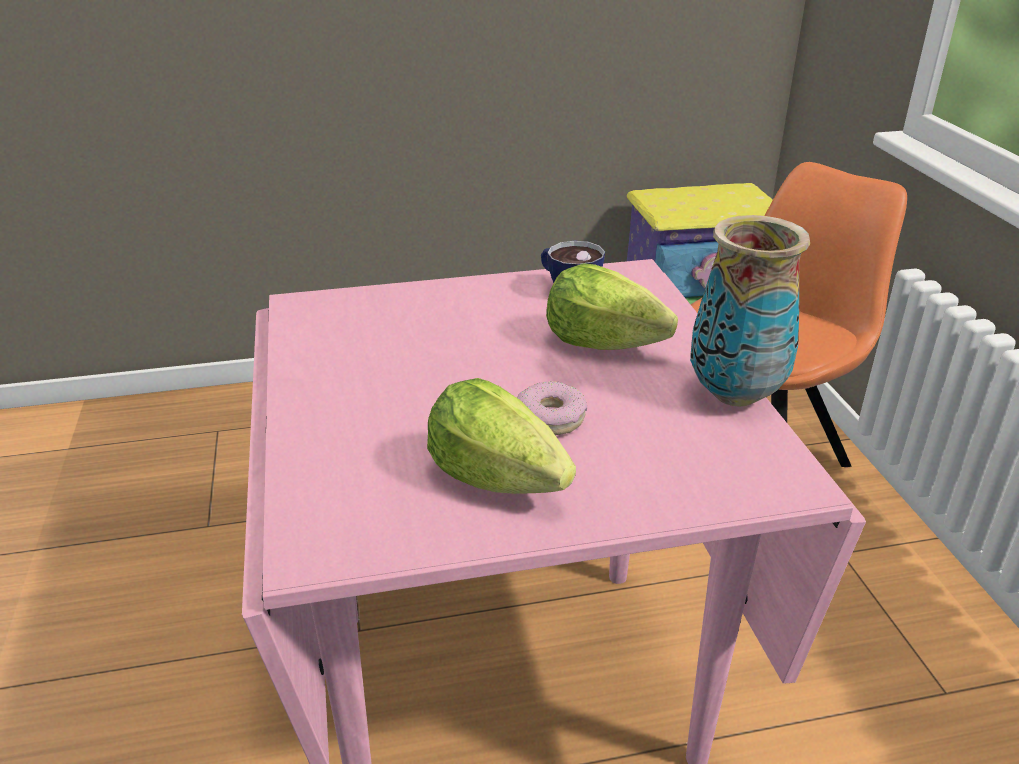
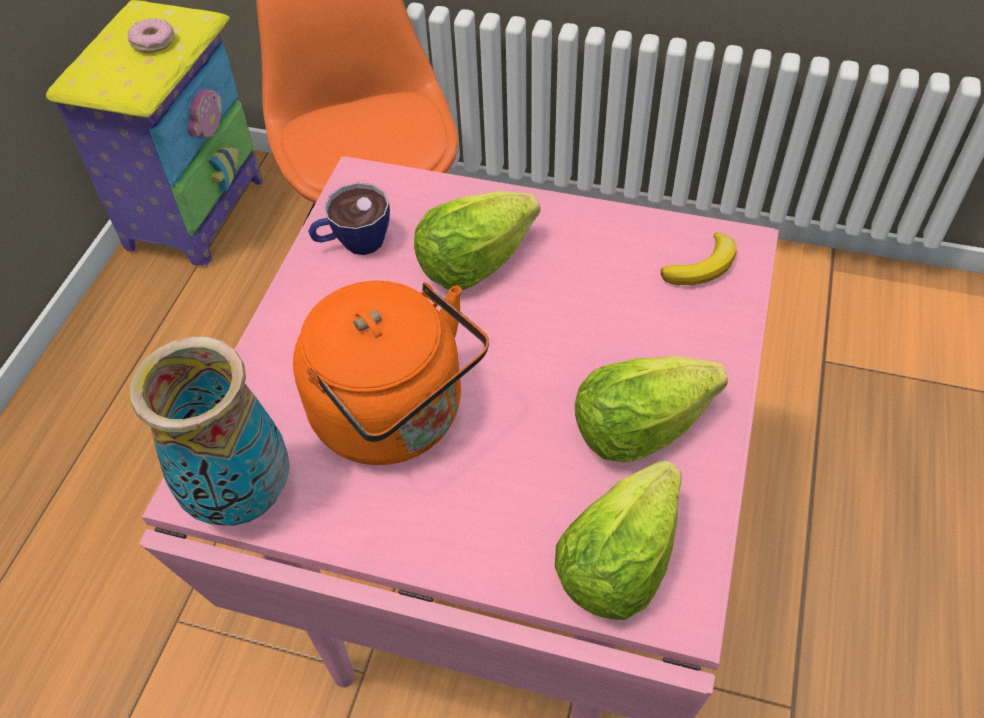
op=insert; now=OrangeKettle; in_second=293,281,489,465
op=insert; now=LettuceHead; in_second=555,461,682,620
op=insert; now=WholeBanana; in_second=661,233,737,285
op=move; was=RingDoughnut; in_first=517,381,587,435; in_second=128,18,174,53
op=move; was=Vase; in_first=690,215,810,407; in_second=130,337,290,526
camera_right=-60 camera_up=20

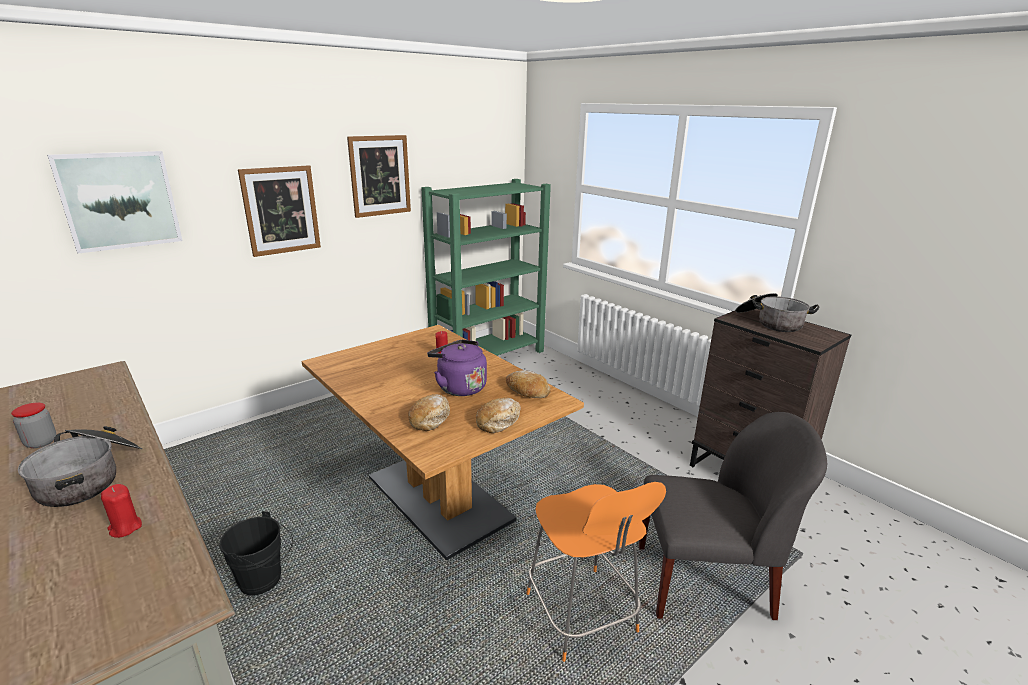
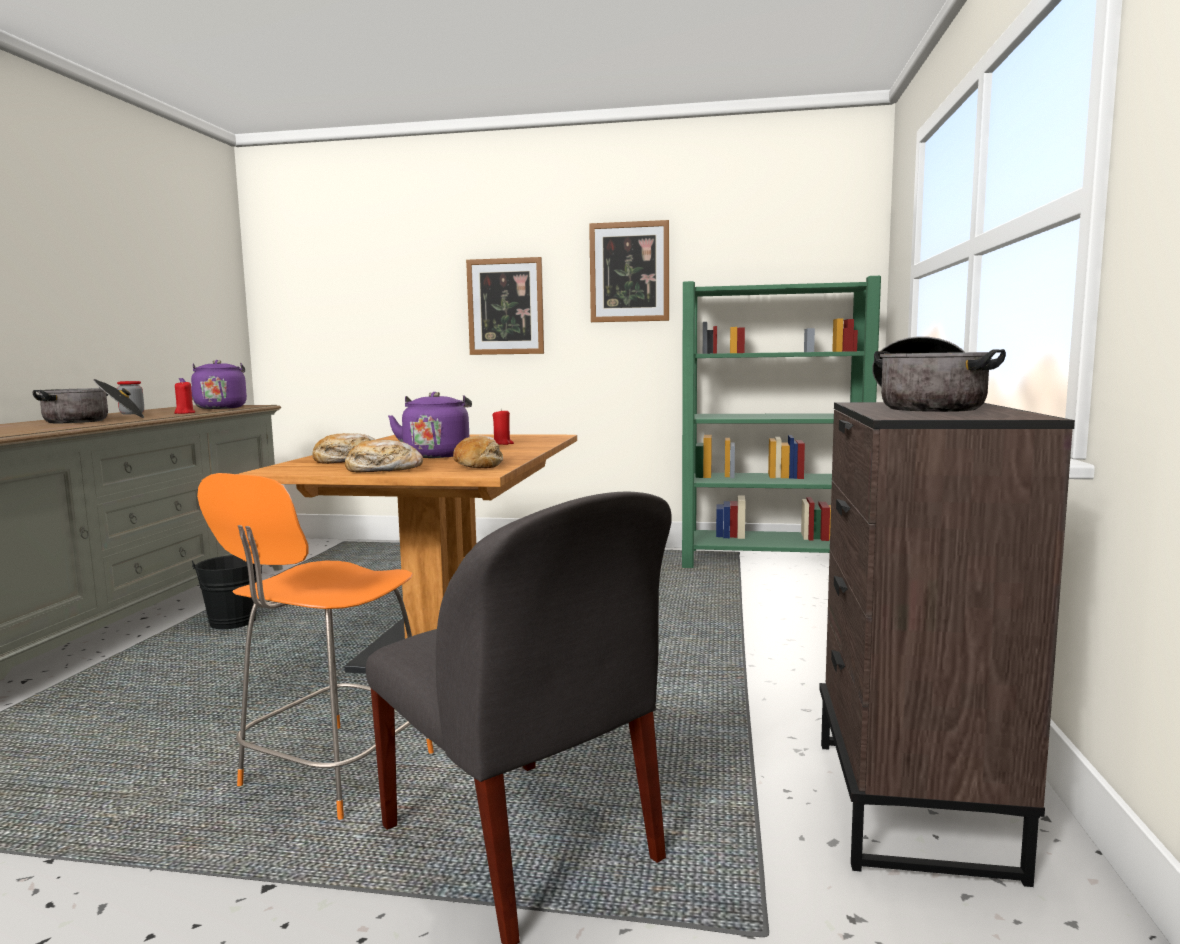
op=delete; was=WallPicture; in_first=47,151,183,254
op=insert; now=PurplishKettle; in_second=179,360,247,409
op=move; was=RedColouredWaxLight; in_first=101,484,142,538; in_second=174,382,195,414
camera_right=50 camera_up=-15

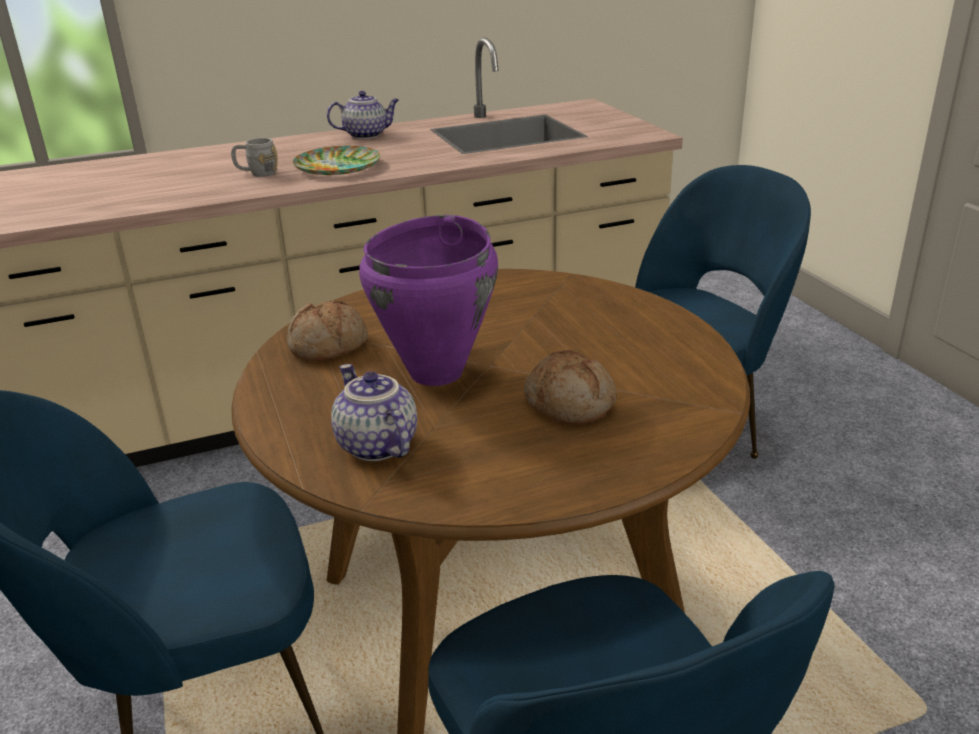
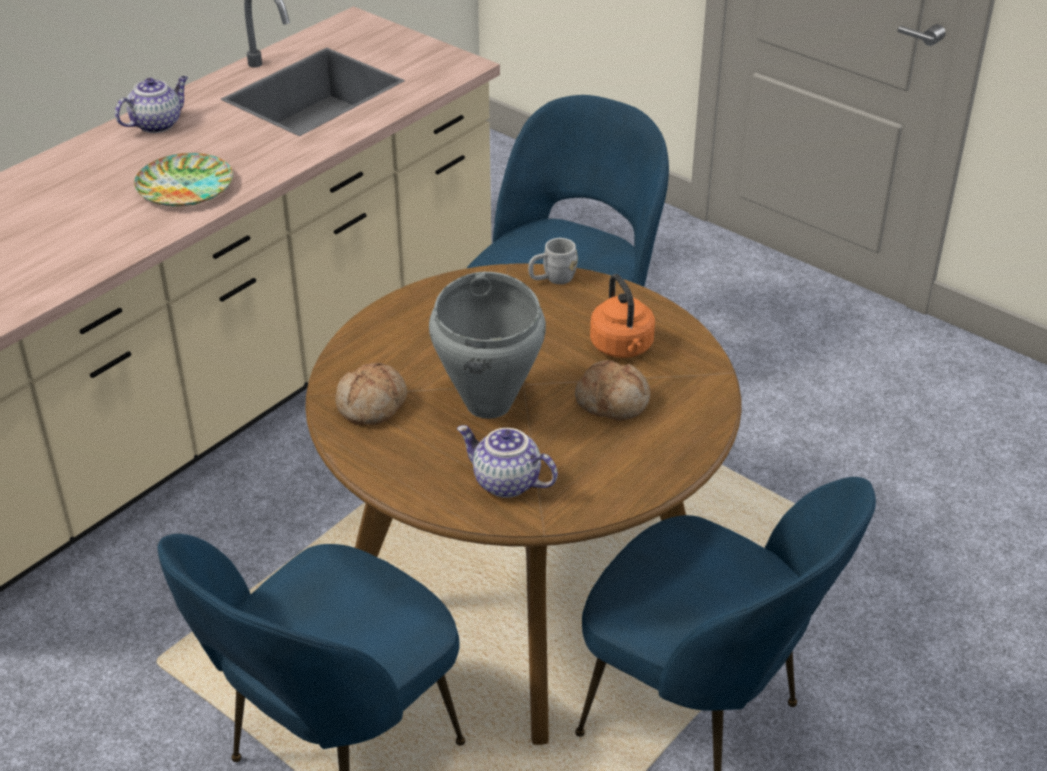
op=insert; now=OrangeKettle; in_second=590,274,655,358
op=move; was=GrayCoffeeMug; in_first=231,138,278,177; in_second=528,238,578,284
op=recolor; was=PurplishStockpot; now=GrayStockpot; in_first=359,215,498,386; in_second=429,272,546,419
camera_right=-30 camera_up=10

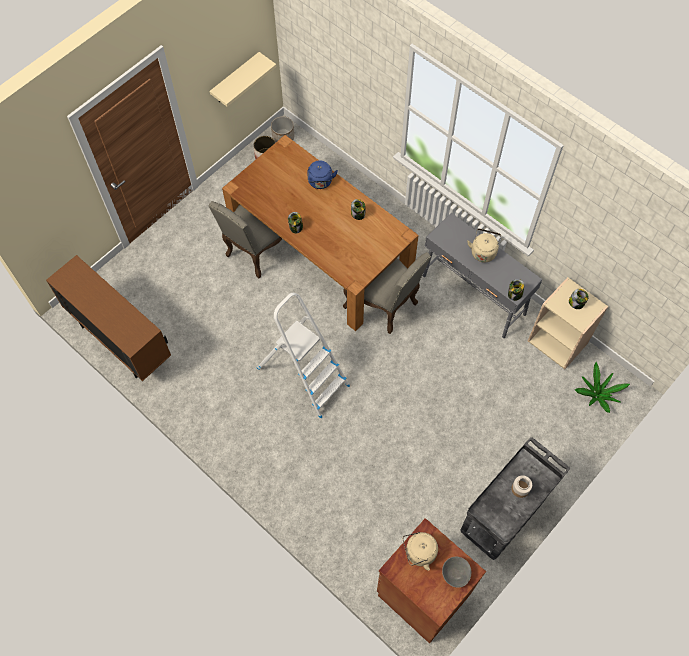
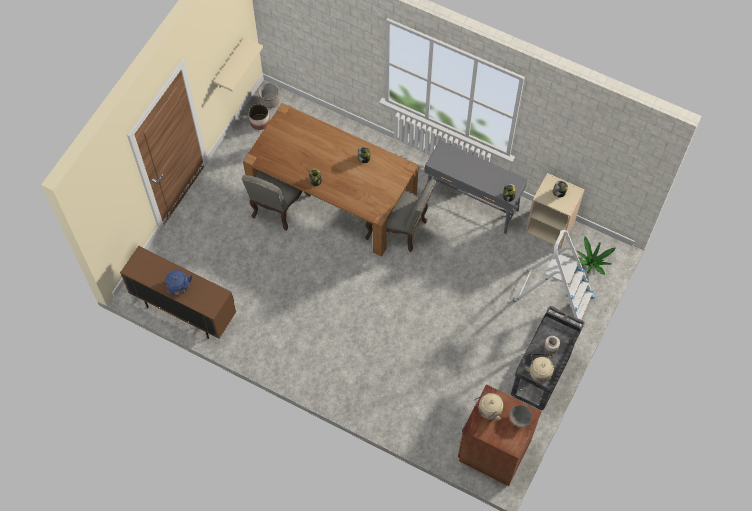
op=move; was=WhitishStepLadder; in_first=257,293,350,418; in_second=513,230,595,327
op=move; was=BlueColouredKettle; in_first=307,160,338,189; in_second=165,270,192,295
op=move; was=SandColouredKettle; in_first=467,229,501,263; in_second=525,354,554,382
camera_right=-15 camera_up=0

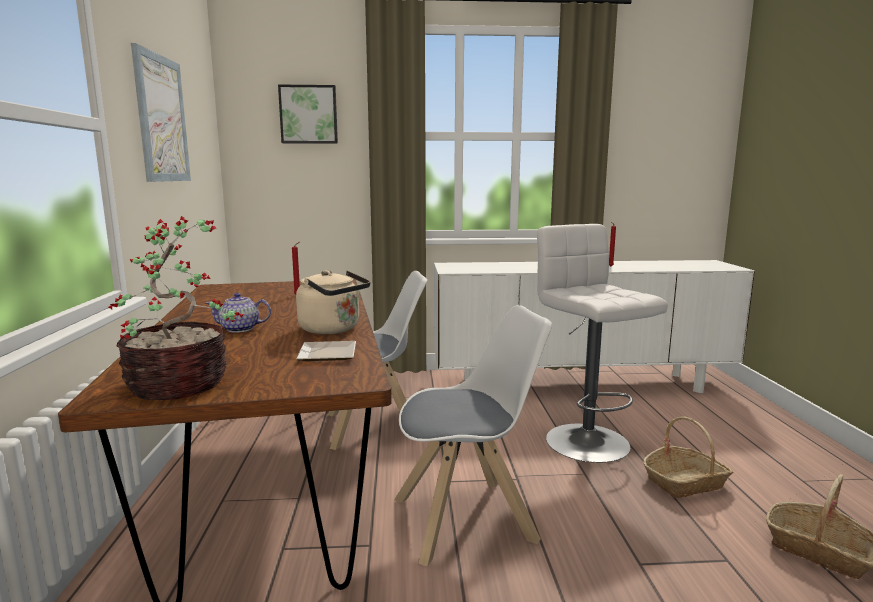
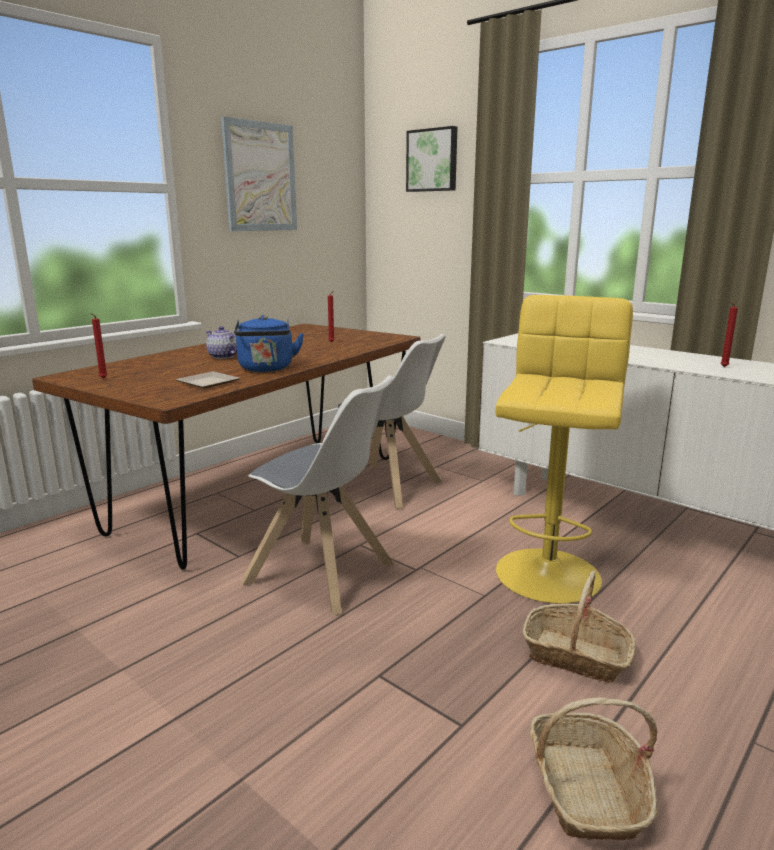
op=replace; was=PlantInAPot; now=RedColouredWaxLight; in_first=108,216,244,400; in_second=90,313,108,378
op=recolor; was=SandColouredKettle; now=BlueColouredKettle; in_first=296,270,370,334; in_second=234,315,304,372
op=recolor; was=WhitishSittingStool; now=YellowColouredSittingStool; in_first=537,224,668,463; in_second=495,295,633,604
camera_right=45 camera_up=5

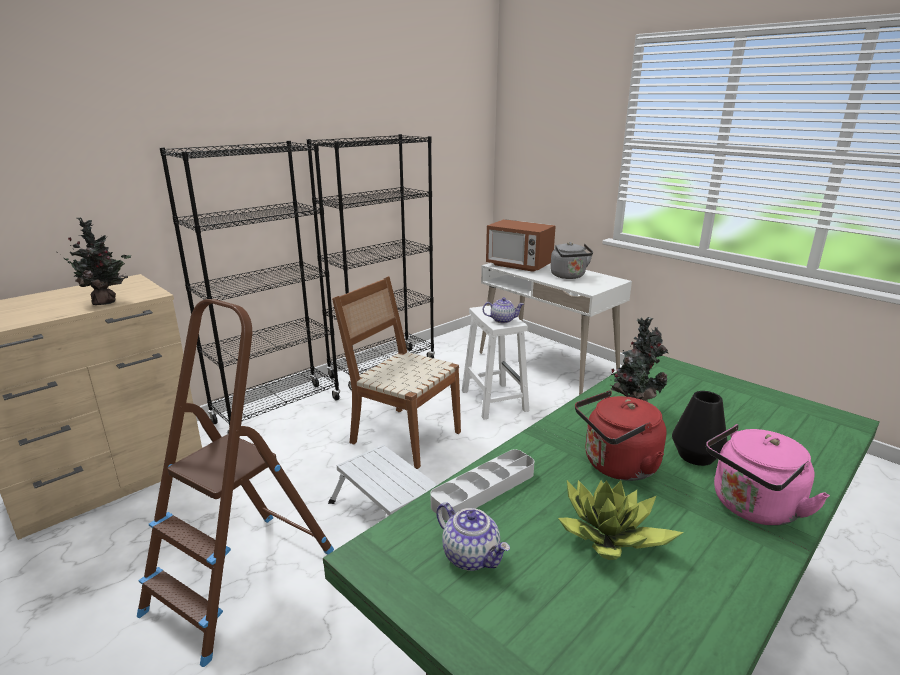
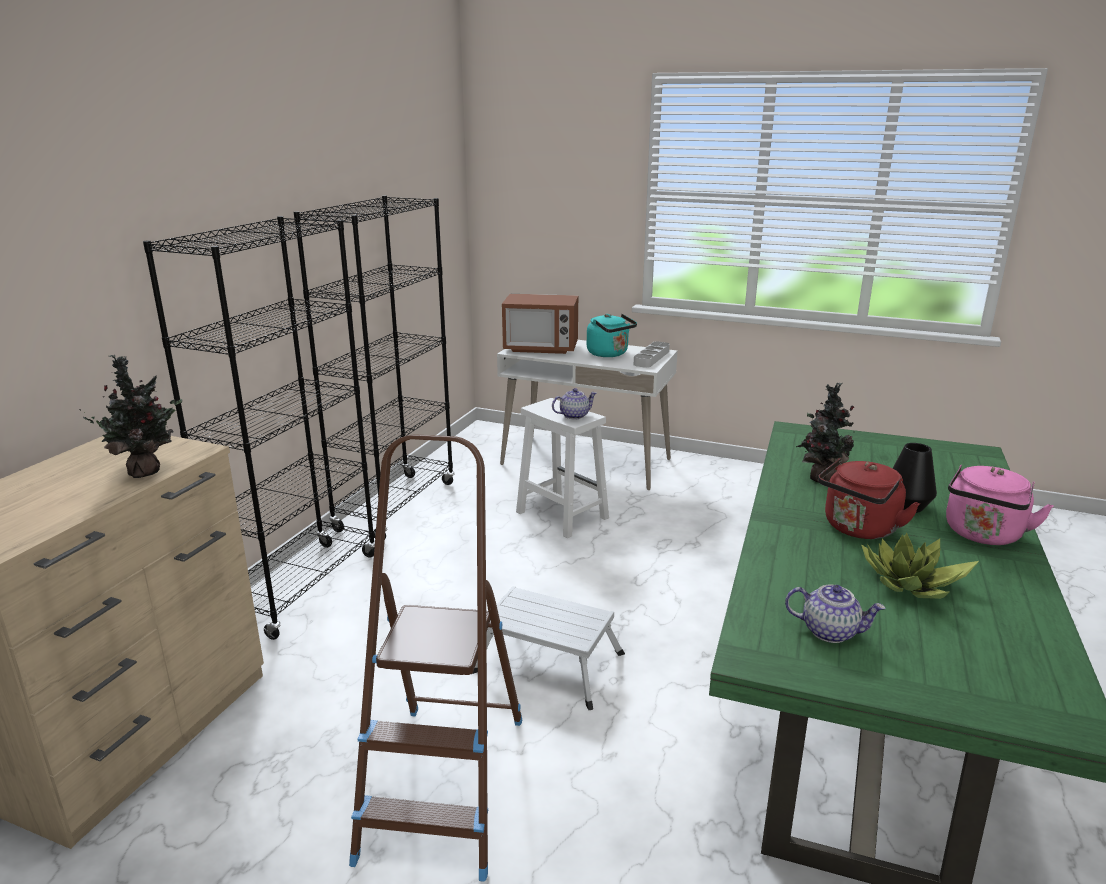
op=delete; was=PlainChair; in_first=332,276,461,469
op=move; was=GrayTray; in_first=430,450,534,521; in_second=634,341,670,368
op=recolor; was=GrayKettle; now=TurquoiseColouredKettle; in_first=550,242,593,279; in_second=587,314,637,357
camera_right=-25 camera_up=0

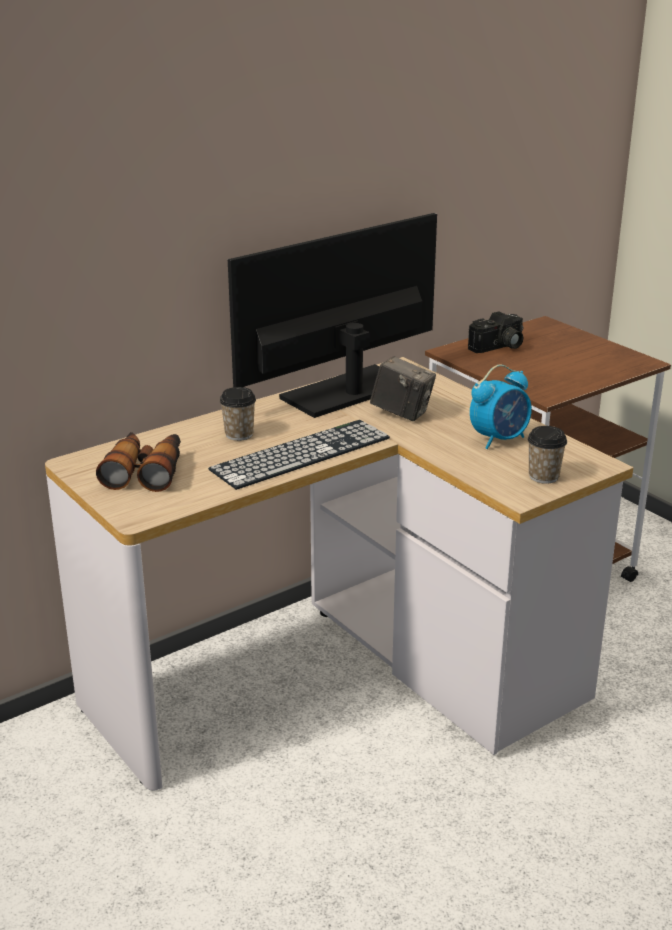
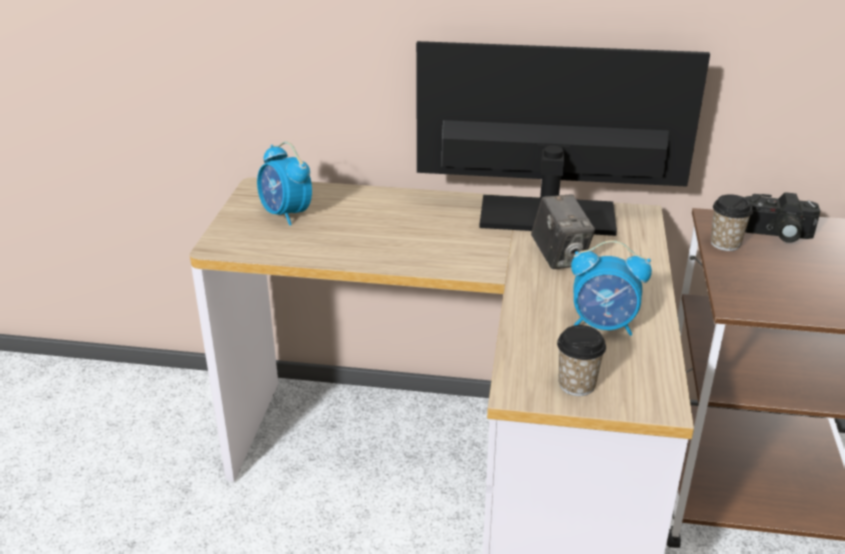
op=delete; was=ComputerKeyboard; in_first=208,420,390,490
op=move; was=SmallCup; in_first=220,387,256,441; in_second=711,194,753,251
op=replace; was=PairOfBinoculars; now=TableClock; in_first=96,432,181,492; in_second=257,142,312,226
camera_right=45 camera_up=5

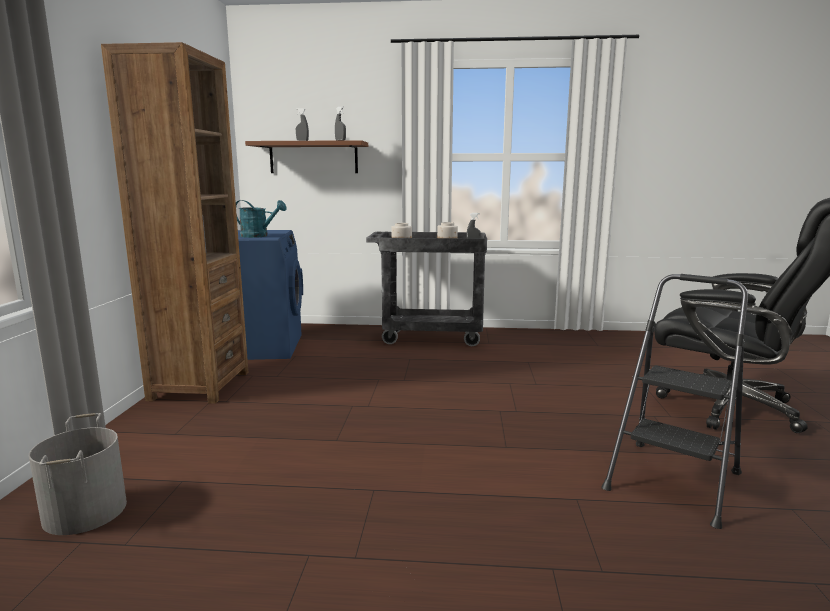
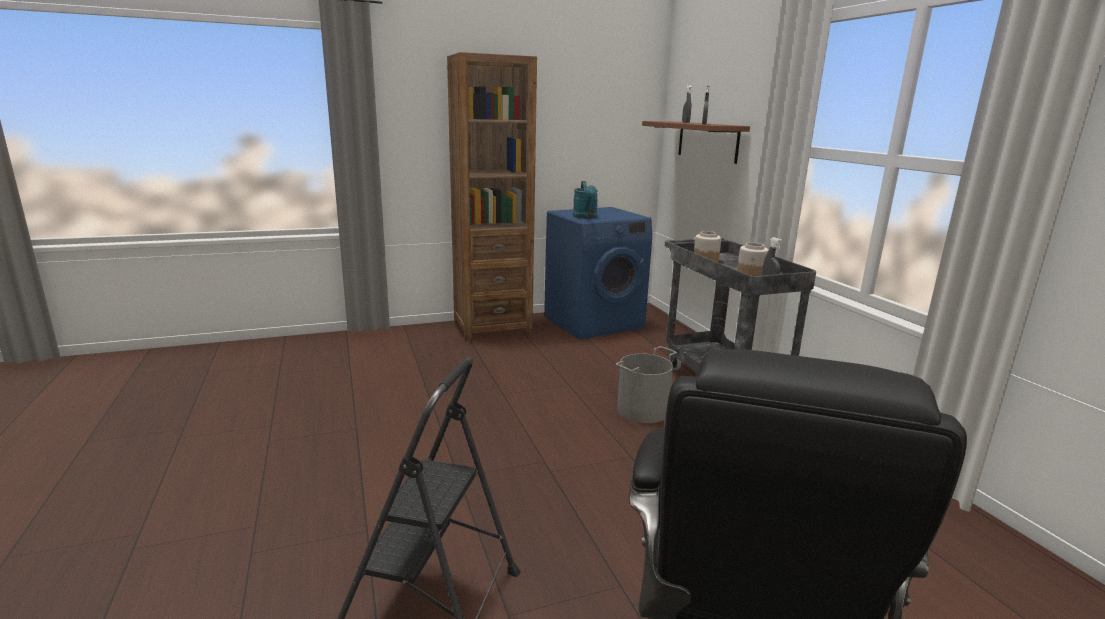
op=move; was=GrayBucket; in_first=29,413,127,535; in_second=616,346,677,423
camera_right=65 camera_up=5

